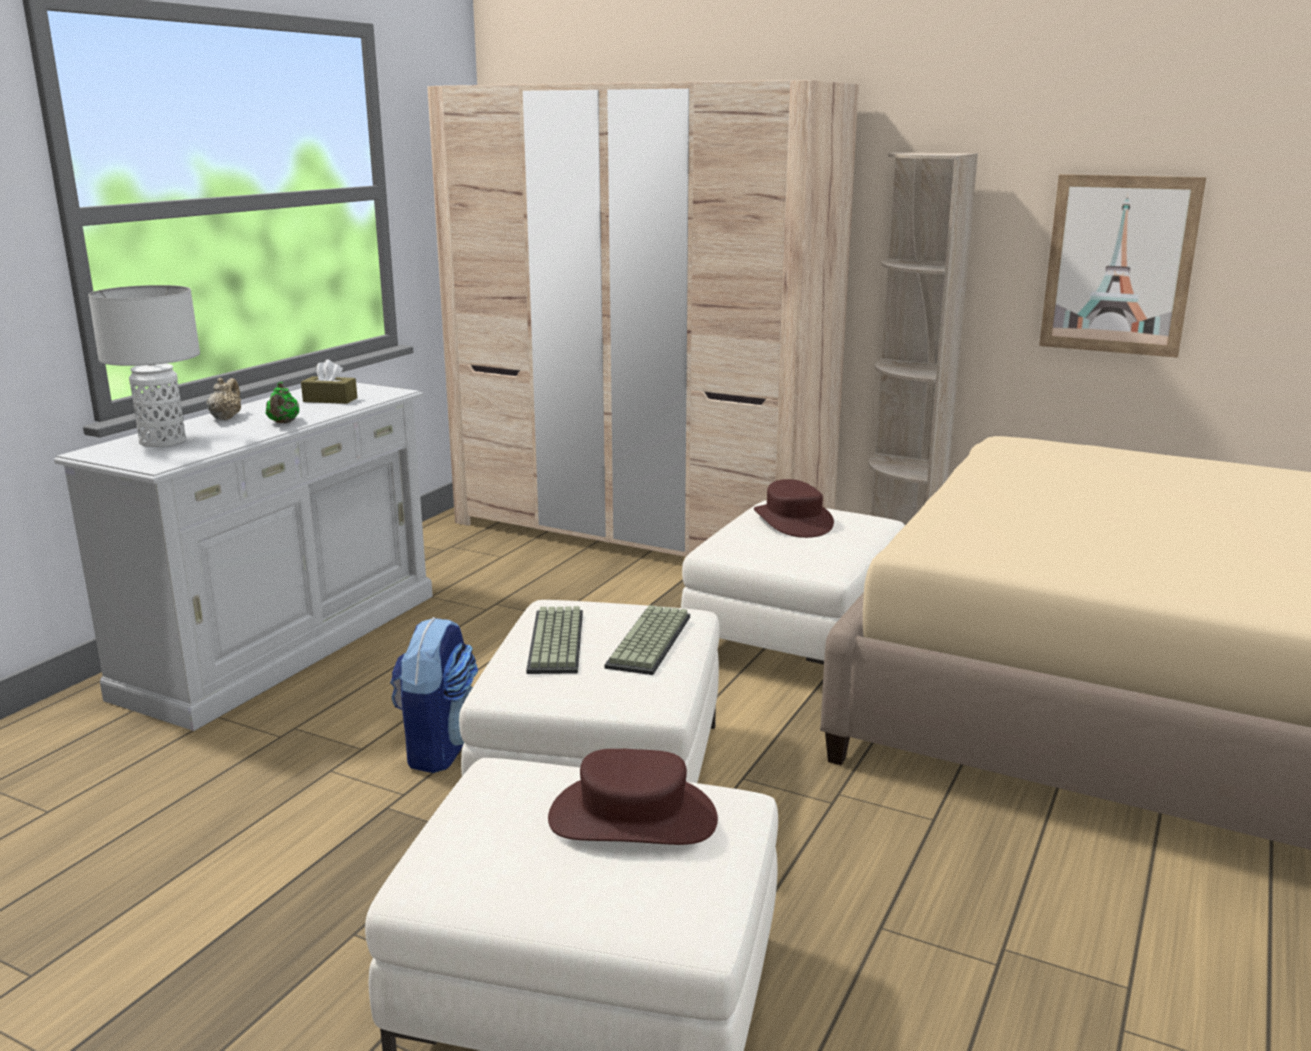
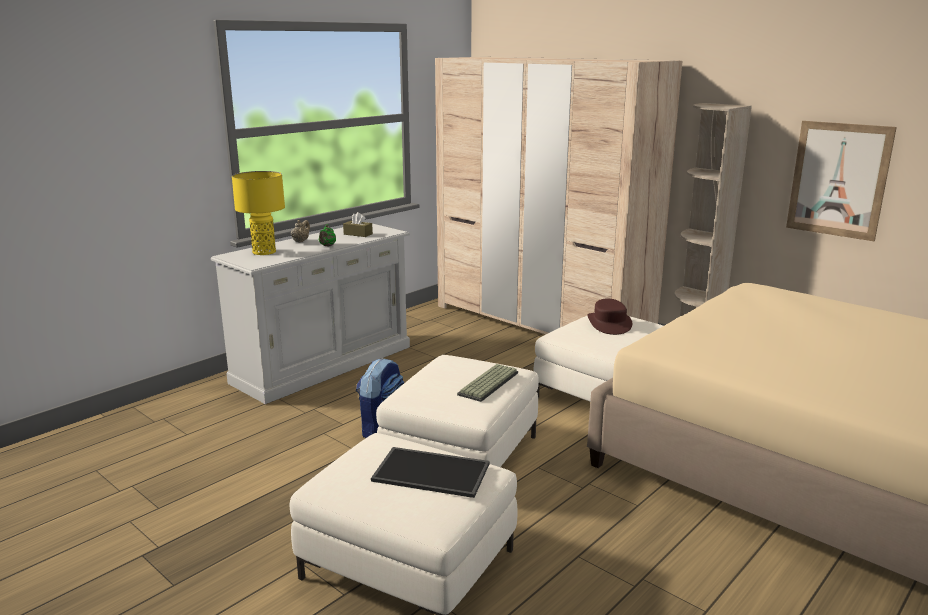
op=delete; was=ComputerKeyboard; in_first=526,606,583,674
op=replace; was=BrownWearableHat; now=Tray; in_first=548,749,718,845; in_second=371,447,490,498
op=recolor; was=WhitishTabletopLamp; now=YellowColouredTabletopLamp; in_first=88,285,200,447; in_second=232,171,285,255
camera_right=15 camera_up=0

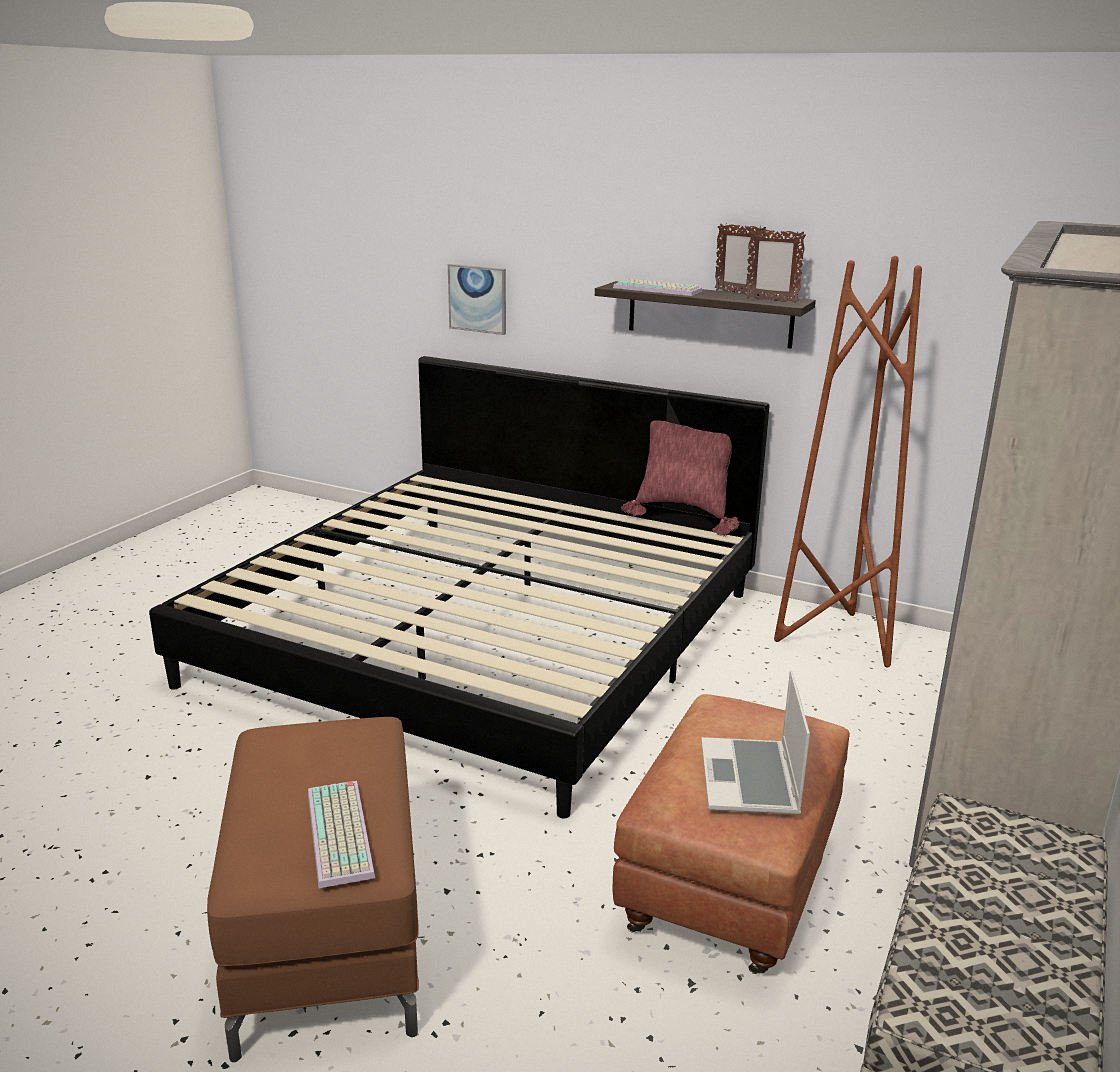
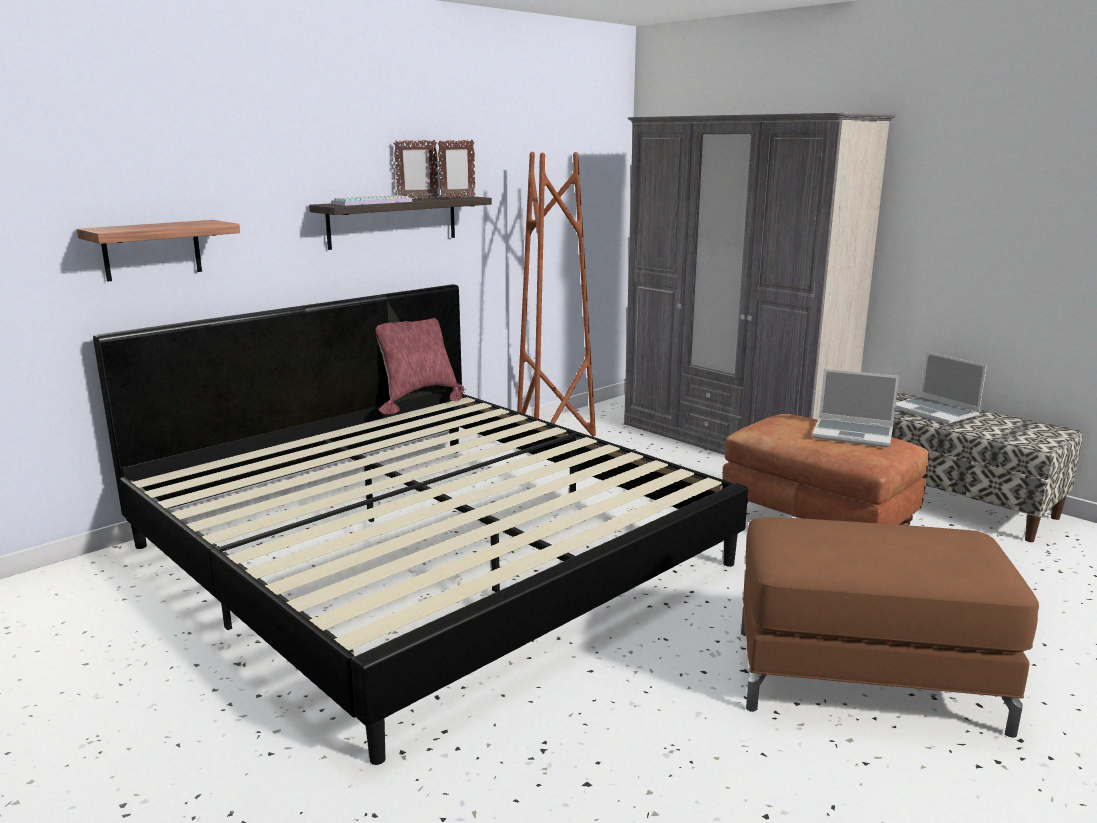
op=delete; was=ComputerKeyboard; in_first=308,781,375,888
op=insert; now=NotebookComputer; in_second=895,352,987,424
op=replace; was=WallPicture; now=Shelf; in_first=448,264,506,335; in_second=77,220,240,282
camera_right=-70 camera_up=-5

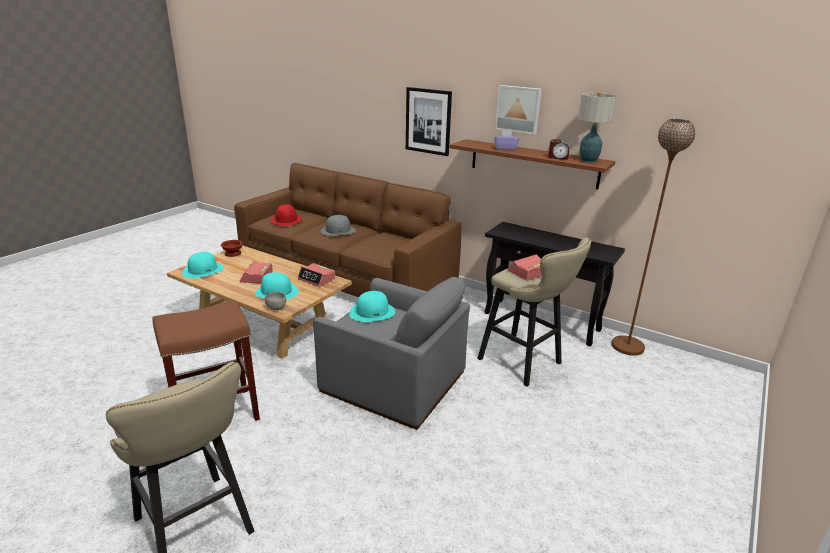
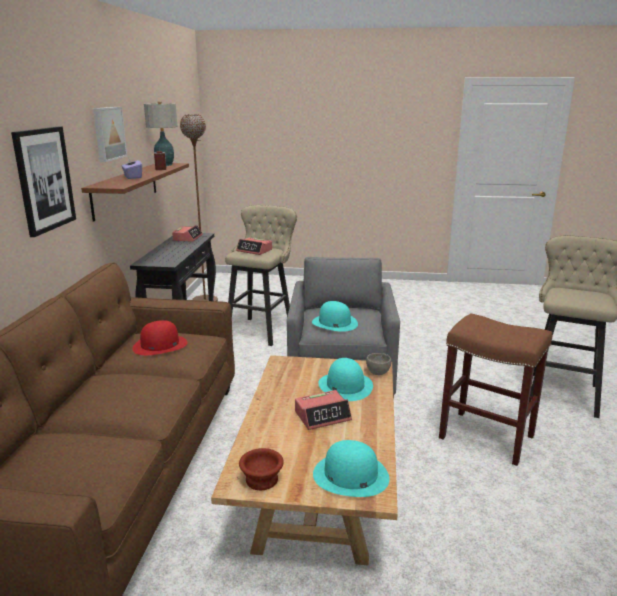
op=delete; was=GrayWearableHat; in_first=321,215,356,236
op=move; was=RedColouredWearableHat; in_first=271,204,302,226; in_second=132,320,188,355
op=move; was=TableClock; in_first=297,263,335,287; in_second=172,225,203,242
camera_right=-115 camera_up=-5

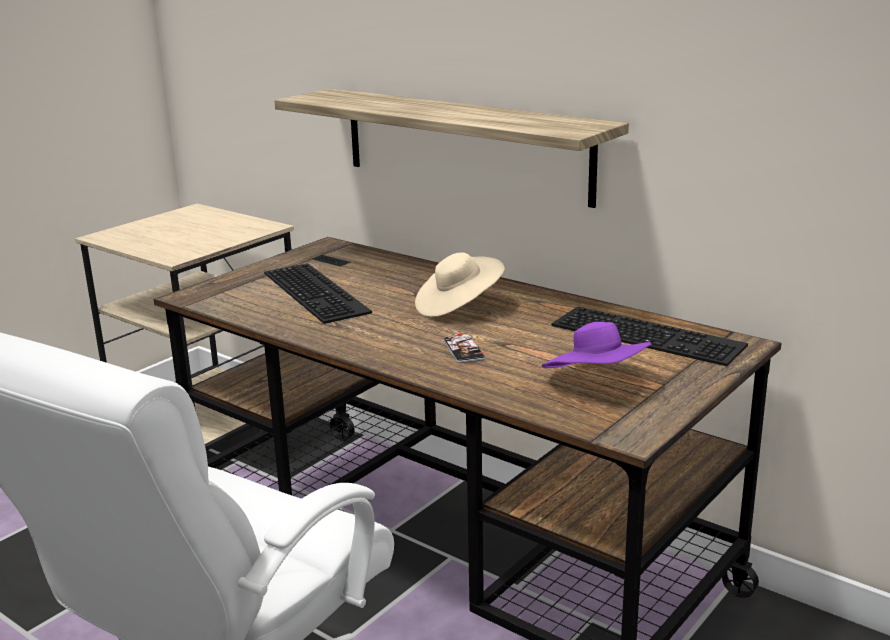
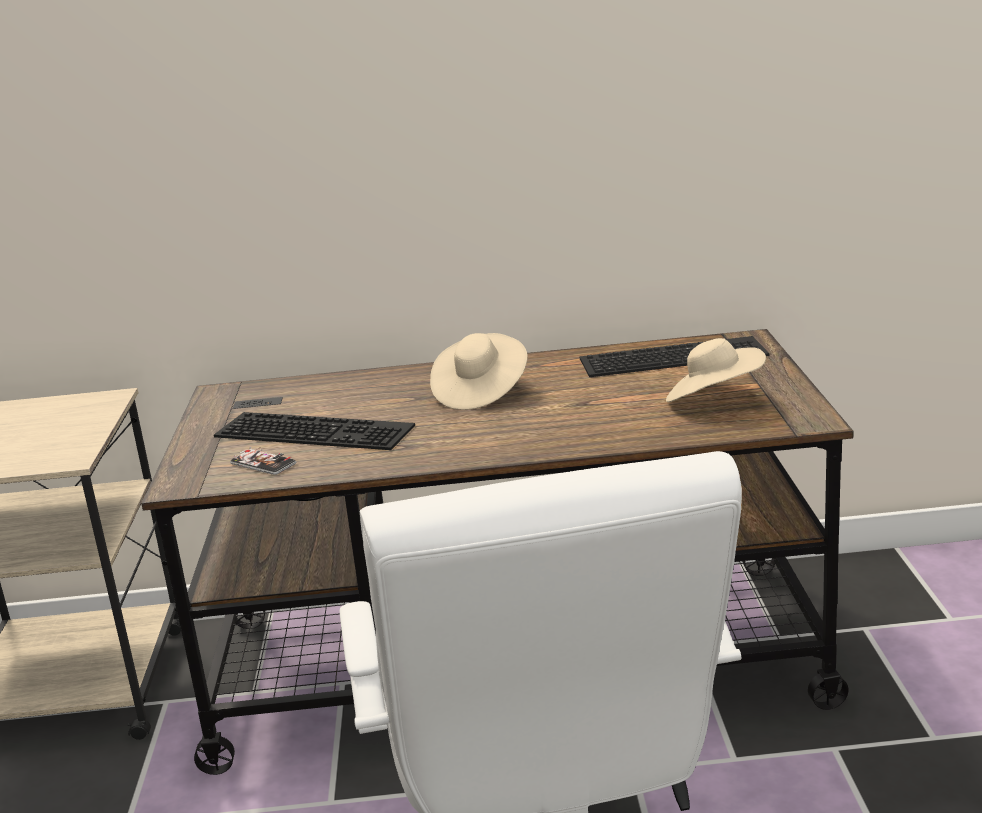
op=delete; was=Shelf; in_first=274,89,629,208
op=move; was=Phone; in_first=443,333,486,363; in_second=230,447,296,475
op=recolor; was=PurplishWearableHat; now=SandColouredWearableHat; in_first=542,322,652,368; in_second=666,338,766,402
camera_right=-40 camera_up=0

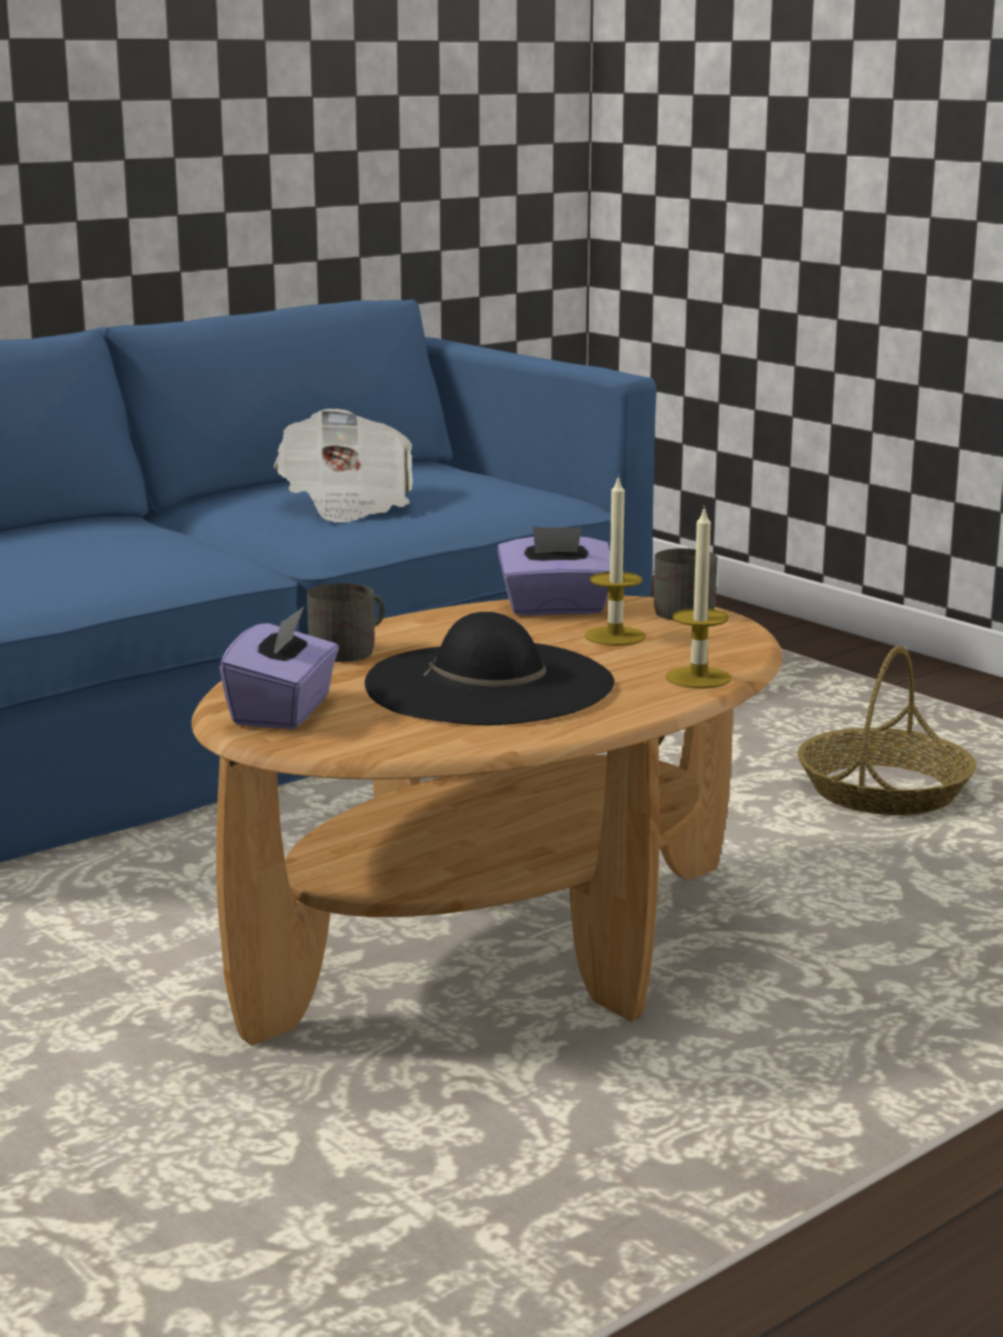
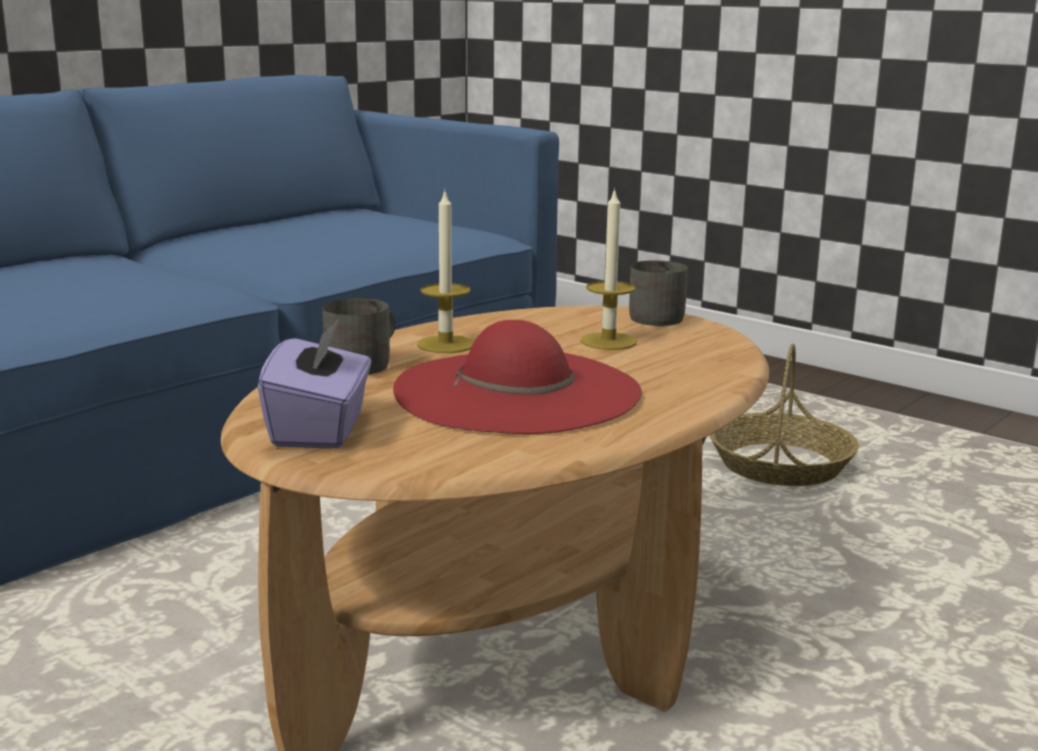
op=delete; was=Newspaper; in_first=274,409,413,523
op=delete; was=PurplishBoxOfTissues; in_first=497,526,610,615
op=move; was=WaxLight; in_first=666,505,731,689; in_second=417,188,474,353
op=recolor; was=BlackishWearableHat; now=RedColouredWearableHat; in_first=365,612,614,725; in_second=393,320,642,434
camera_right=-10 camera_up=0

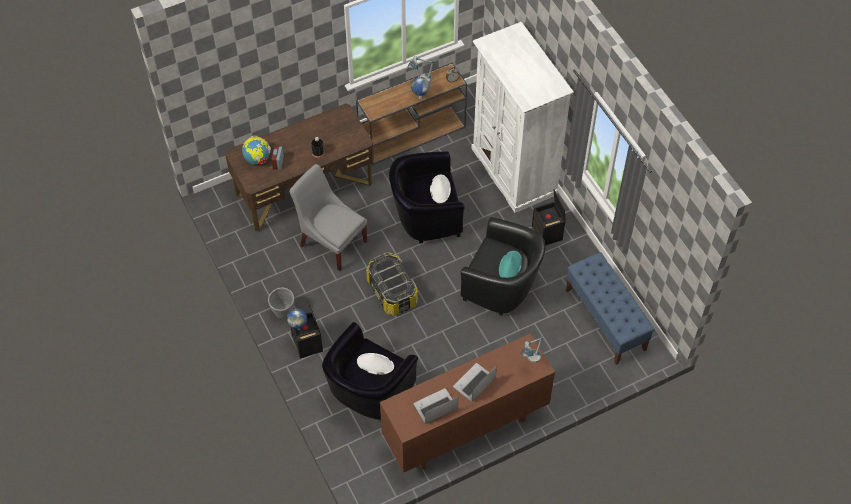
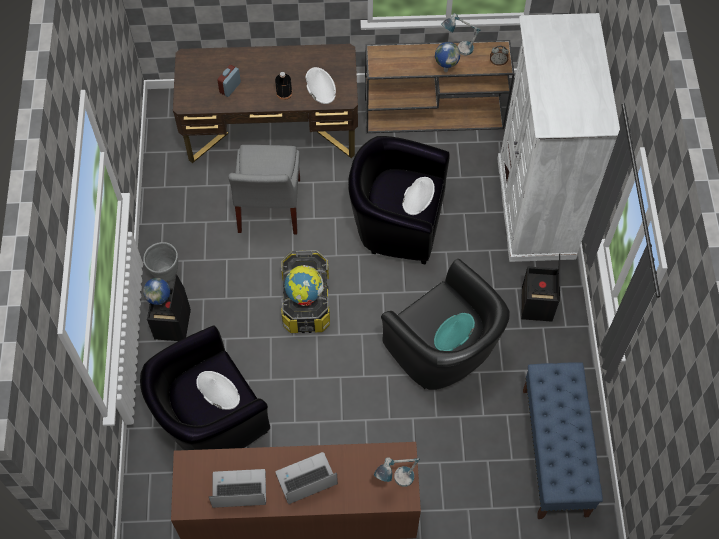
op=insert; now=WhitishWearableHat; in_second=305,67,336,104
op=move; was=Globe; in_first=242,135,271,165; in_second=285,265,325,306
op=rotate; was=GrayPlainChair; in_first=290,164,367,271; in_second=228,145,300,234; clockwise=-150
camera_right=25 camera_up=5

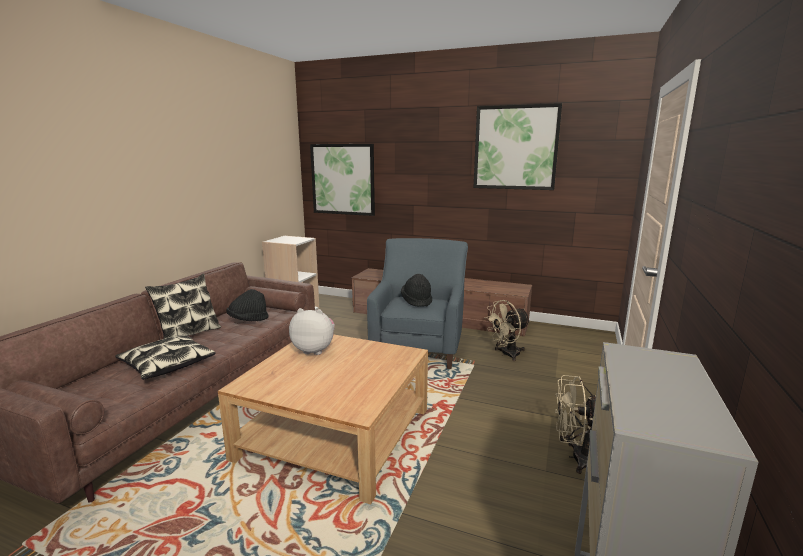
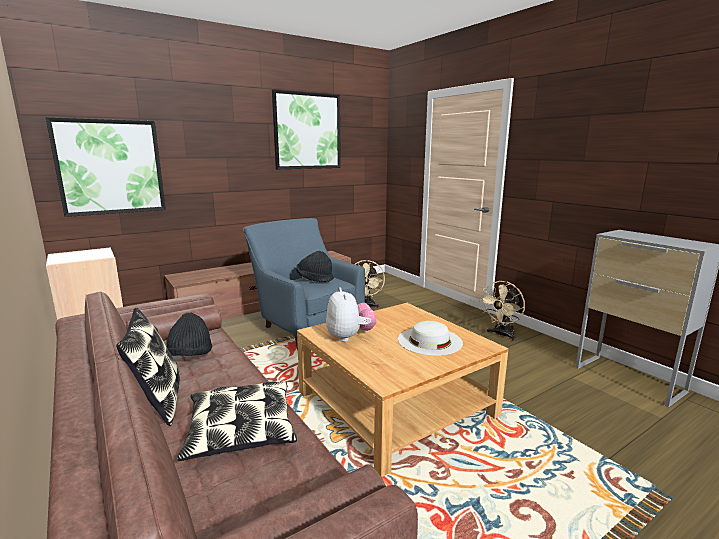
op=insert; now=WhitishWearableHat; in_second=398,321,463,356
op=rotate; was=CuddlyToy; in_first=289,308,335,355; in_second=326,287,376,342; clockwise=120
camera_right=-55 camera_up=0

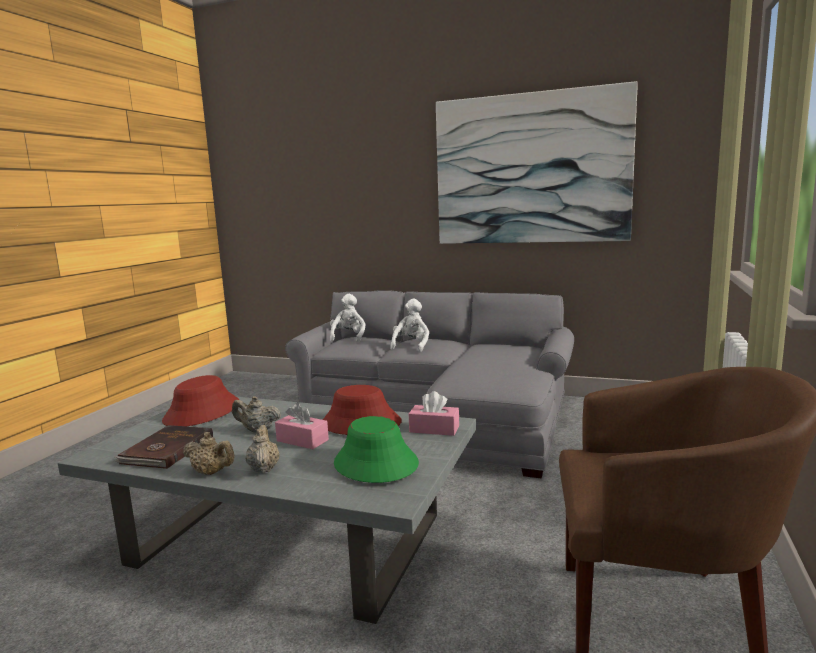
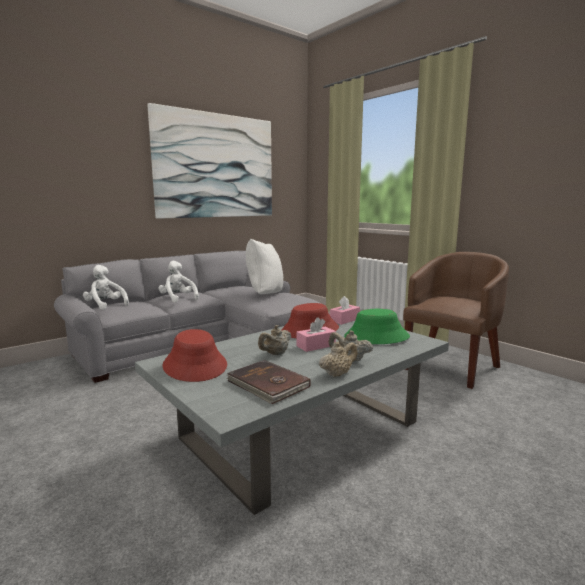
op=insert; now=WhitishPillow; in_second=246,239,283,294
camera_right=-60 camera_up=0

